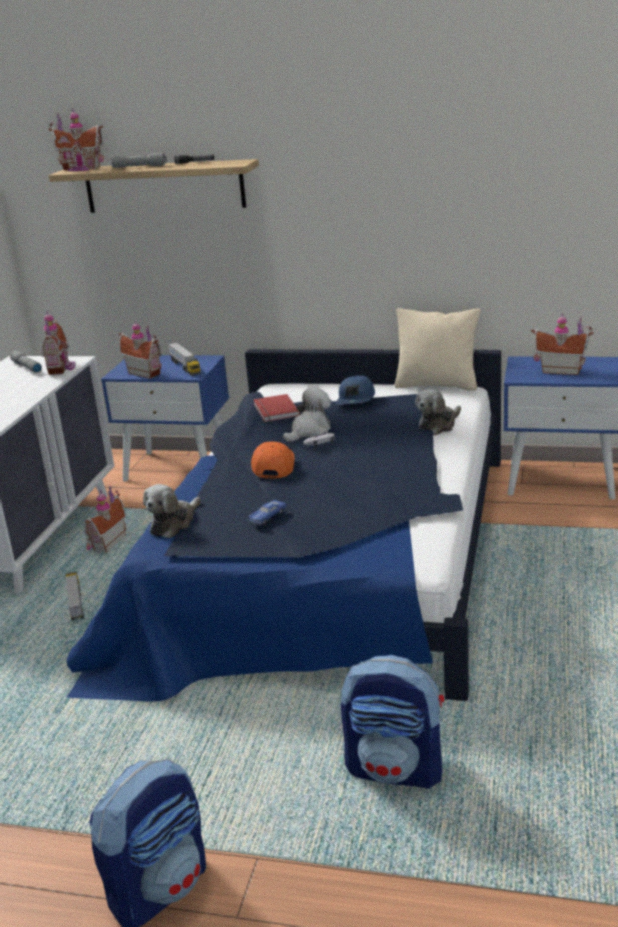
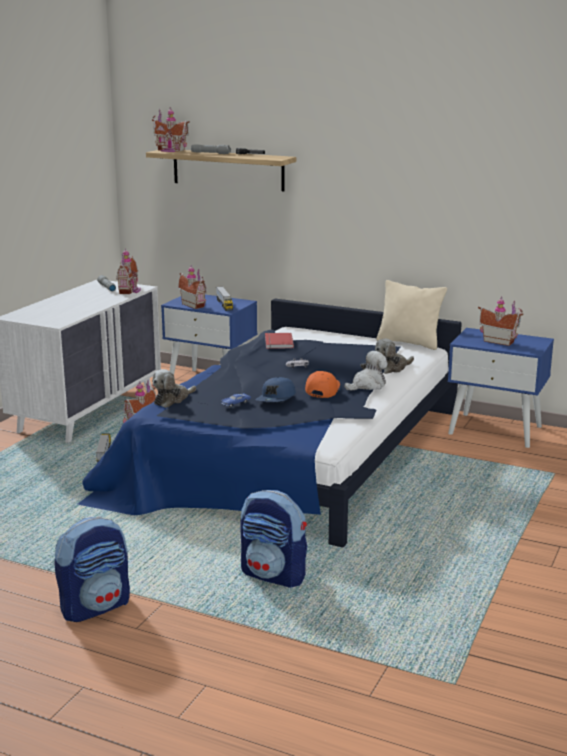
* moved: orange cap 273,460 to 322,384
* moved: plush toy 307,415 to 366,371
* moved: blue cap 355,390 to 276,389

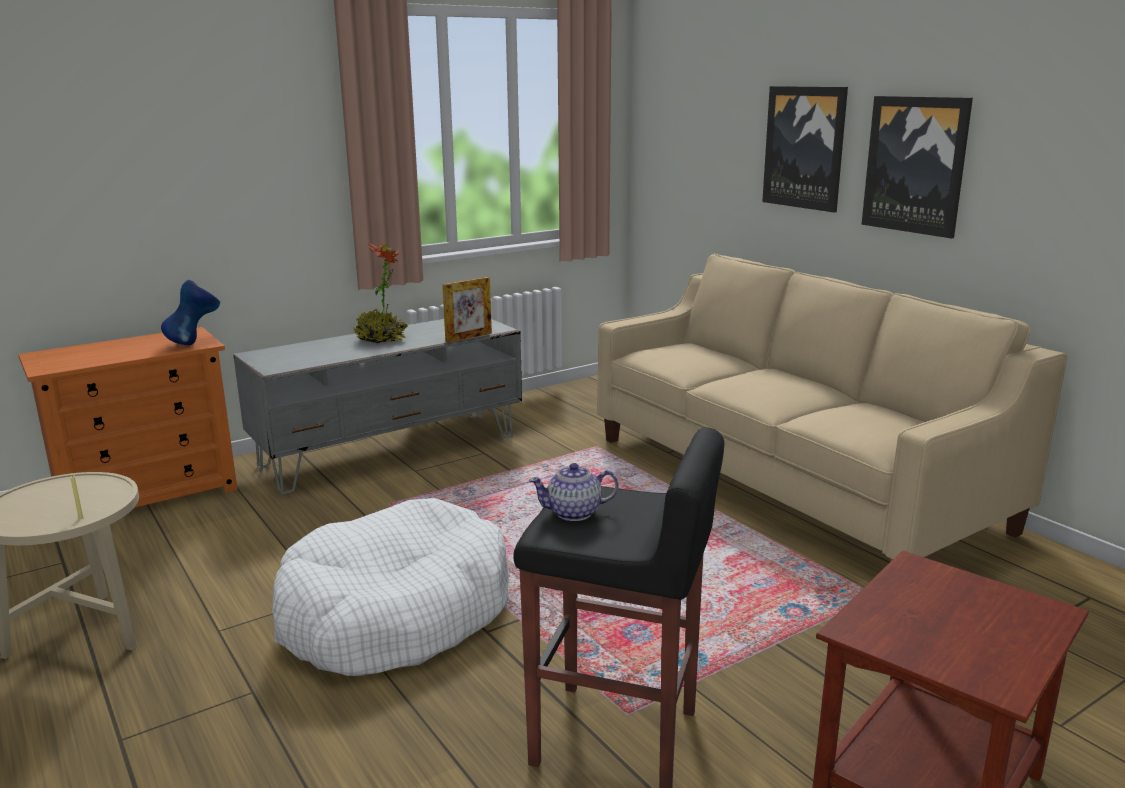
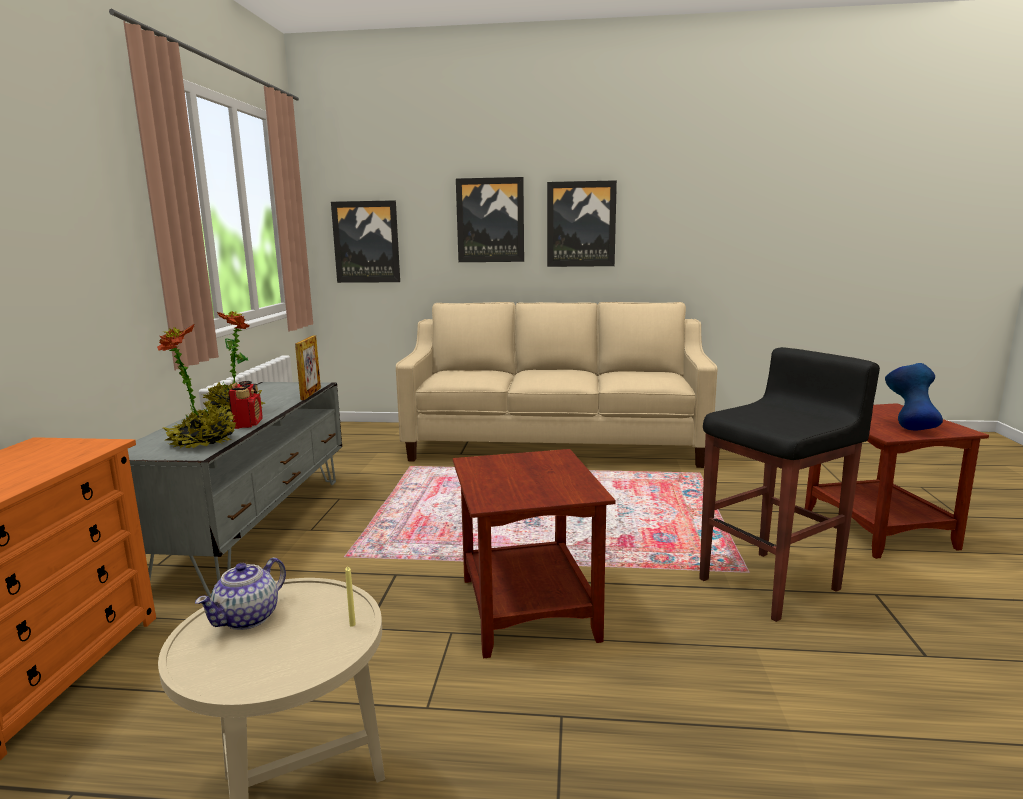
* added: potted plant 196,386
* added: radio 245,405
* added: picture 365,241
* moved: blue vase 190,312 to 914,396
* moved: teapot 573,492 to 240,593
* replaced: white dog bed 390,587 to brown side table 534,554

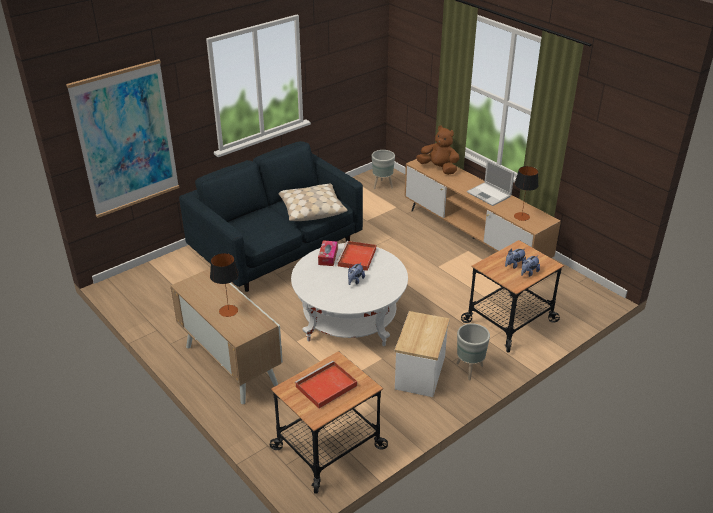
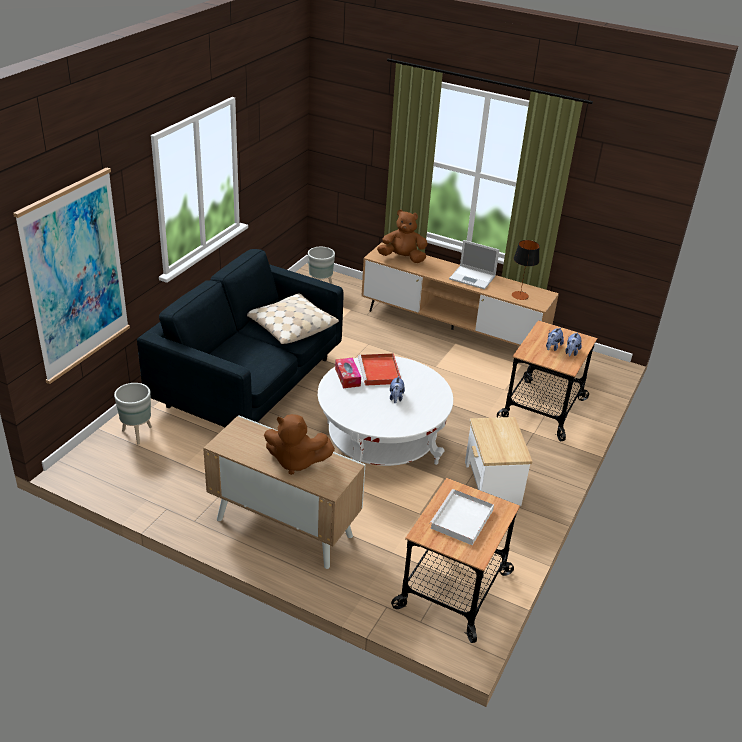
* moved: grey planter 473,351 to 133,414
* replaced: table lamp 224,285 to brown plush toy 299,444
* recoloured: red tray 326,385 to white tray 462,517

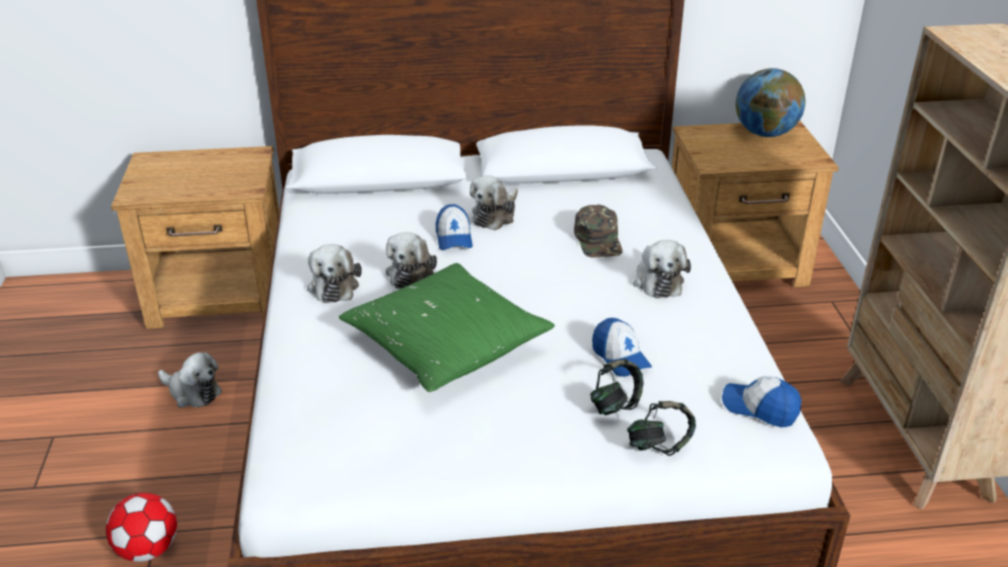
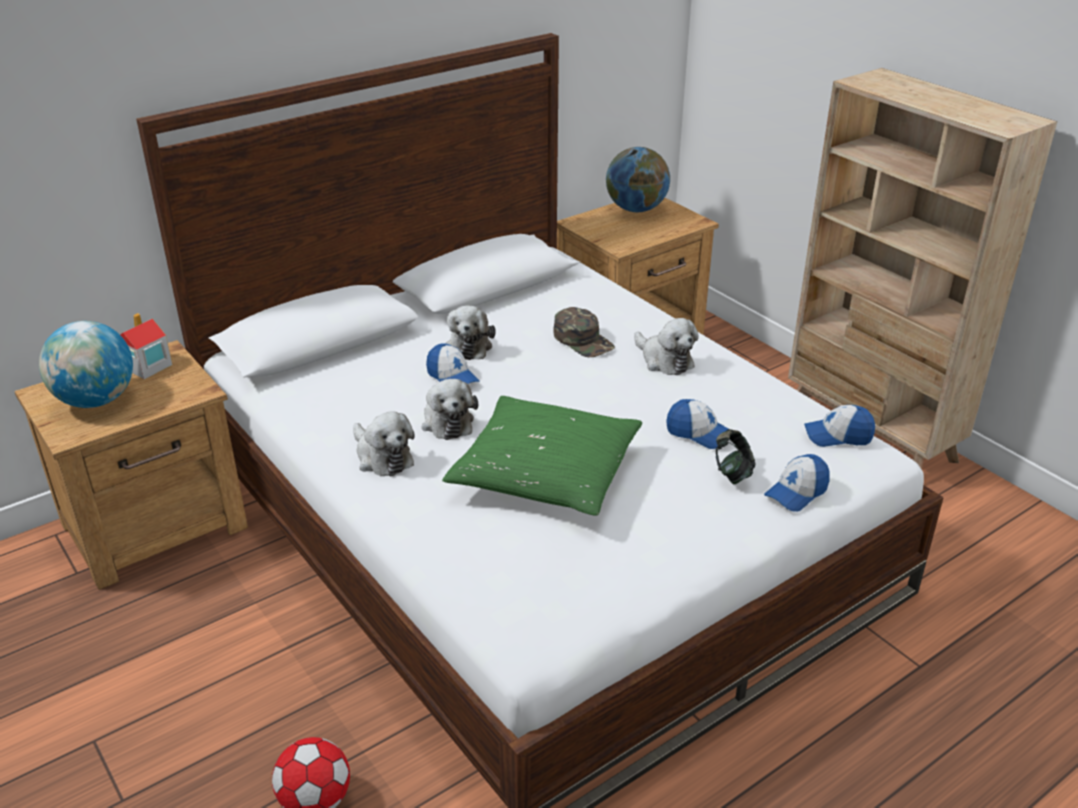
* removed: plush toy 190,380
* added: globe 86,364
* added: toy house 147,346
* replaced: headphones 661,428 to cap 797,483

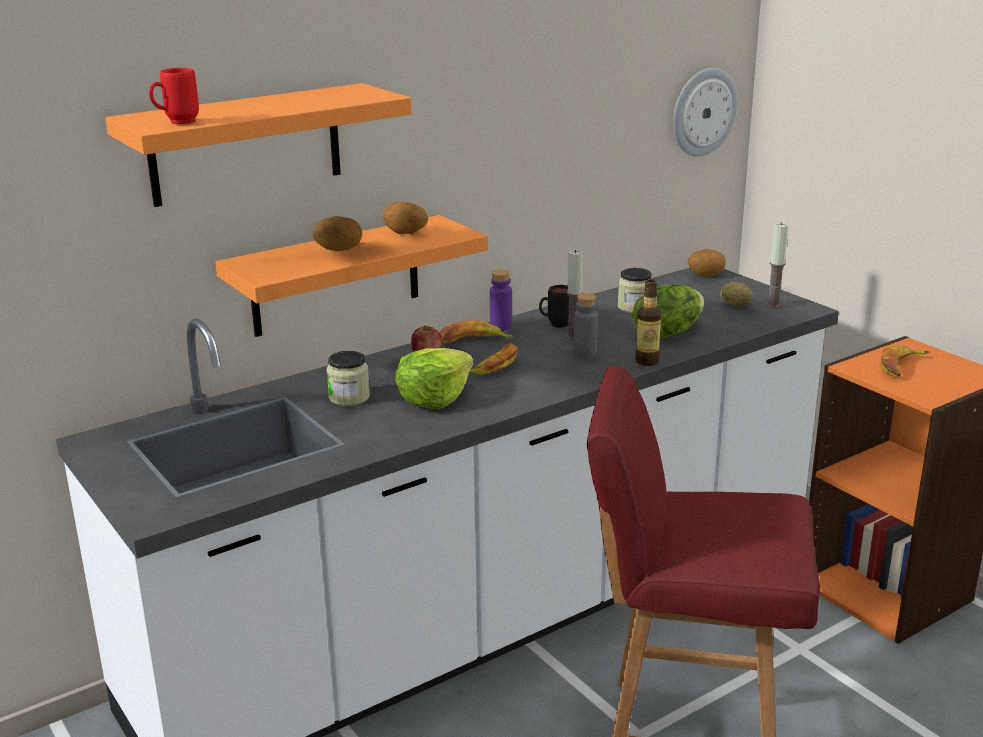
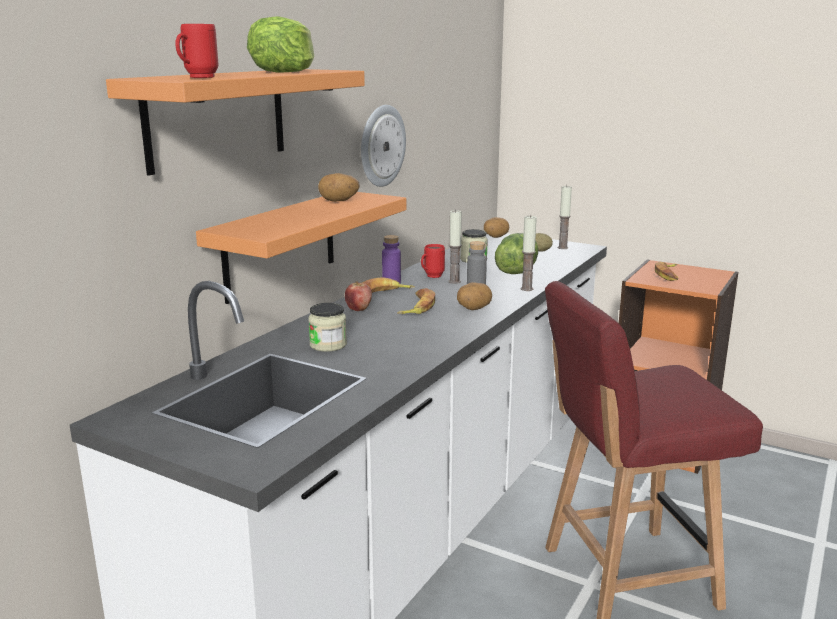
* moved: potato 337,233 to 474,296
* moved: lettuce 434,378 to 280,44
* moved: wall clock 705,112 to 383,146
* replaced: bottle 648,322 to candle 529,253
* recoloured: black mug 554,306 to red mug 433,261

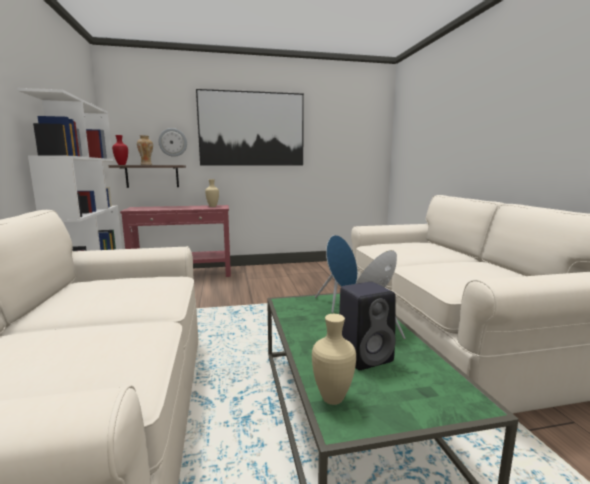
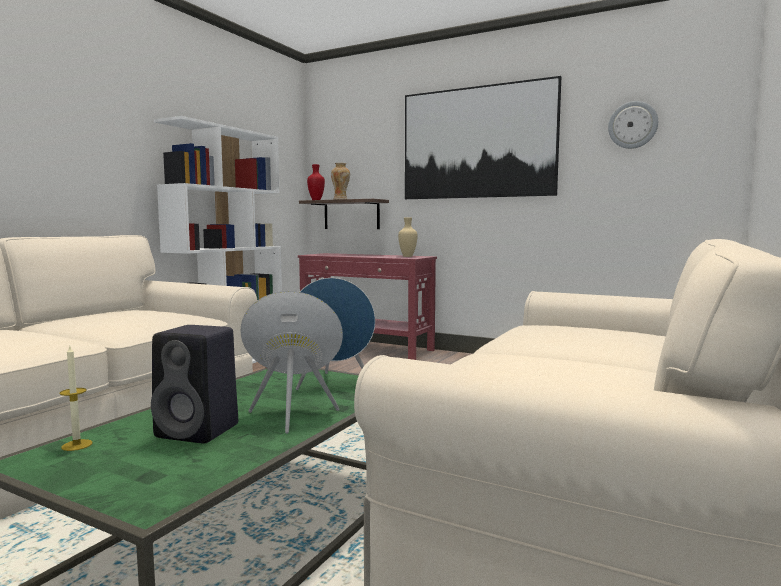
* moved: wall clock 172,142 to 633,125
* replaced: beige vase 334,359 to candle 76,398

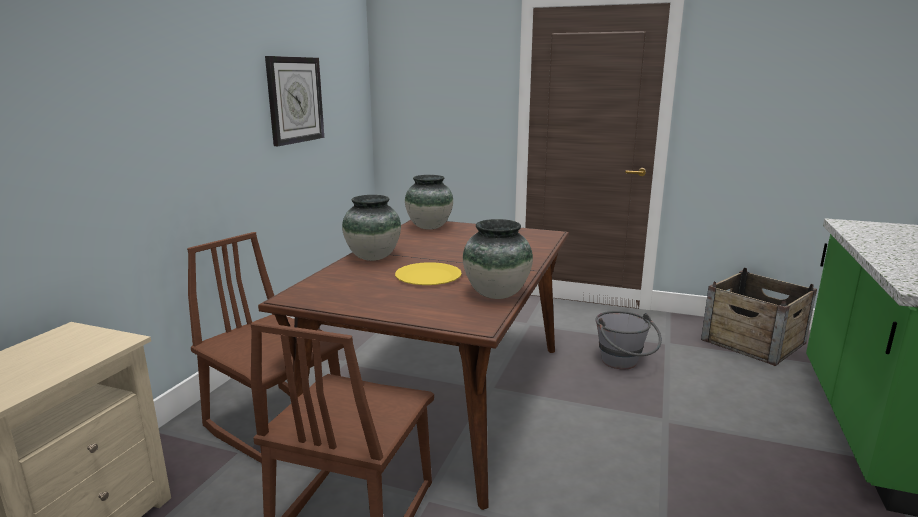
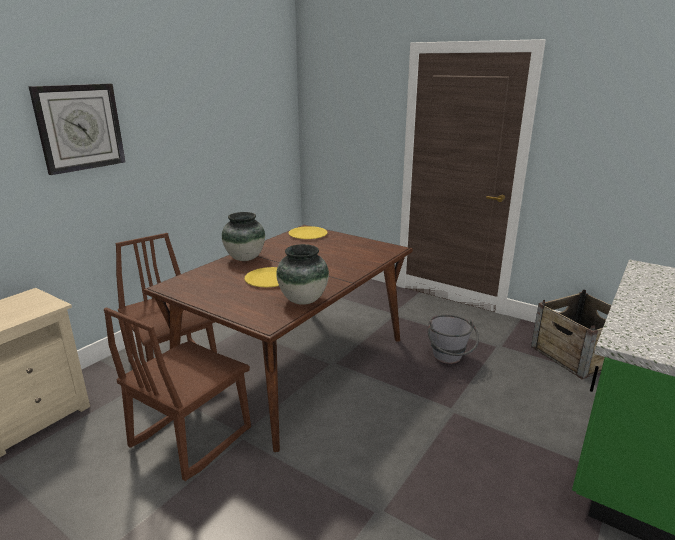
* moved: wall clock 294,101 to 77,129
* replaced: vase 429,202 to yellow plate 308,232

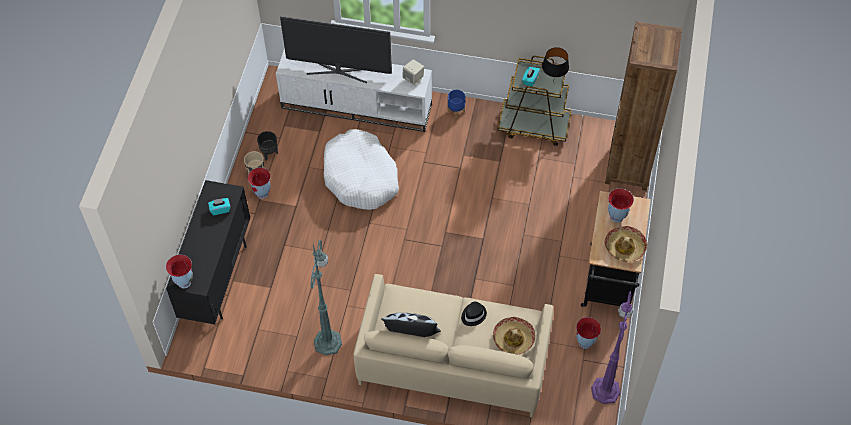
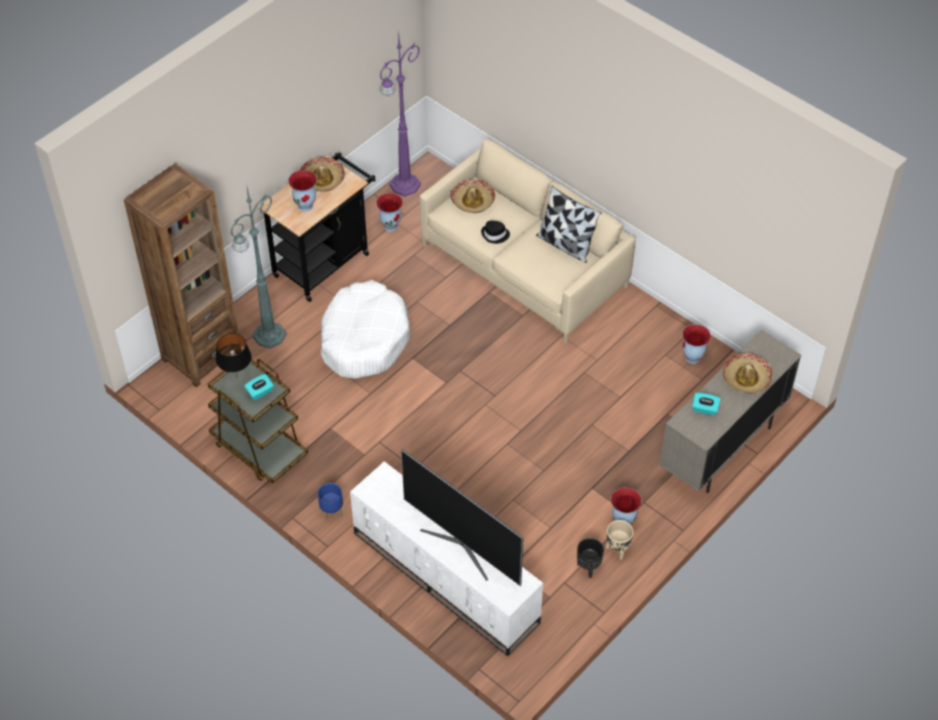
* removed: beige speaker 413,72
* added: hat 747,373
* moved: vase 179,272 to 696,344
* moved: green floor lamp 326,297 to 258,268
* moved: white dog bed 361,169 to 366,329
* recoloured: black cabinet 208,252 to beige cabinet 730,411

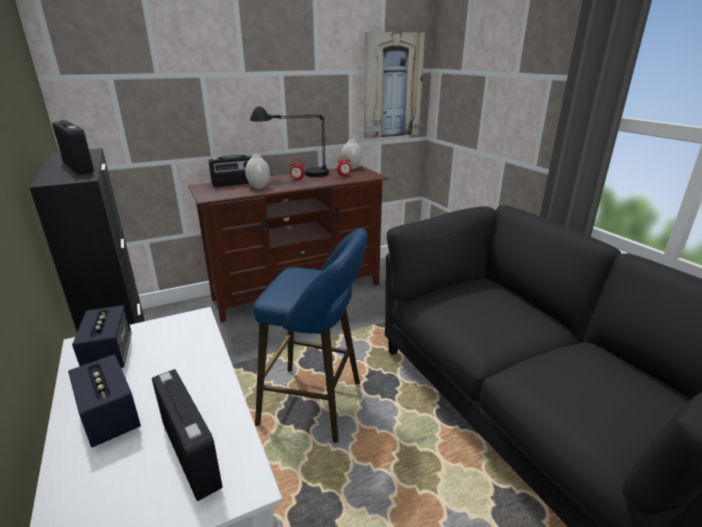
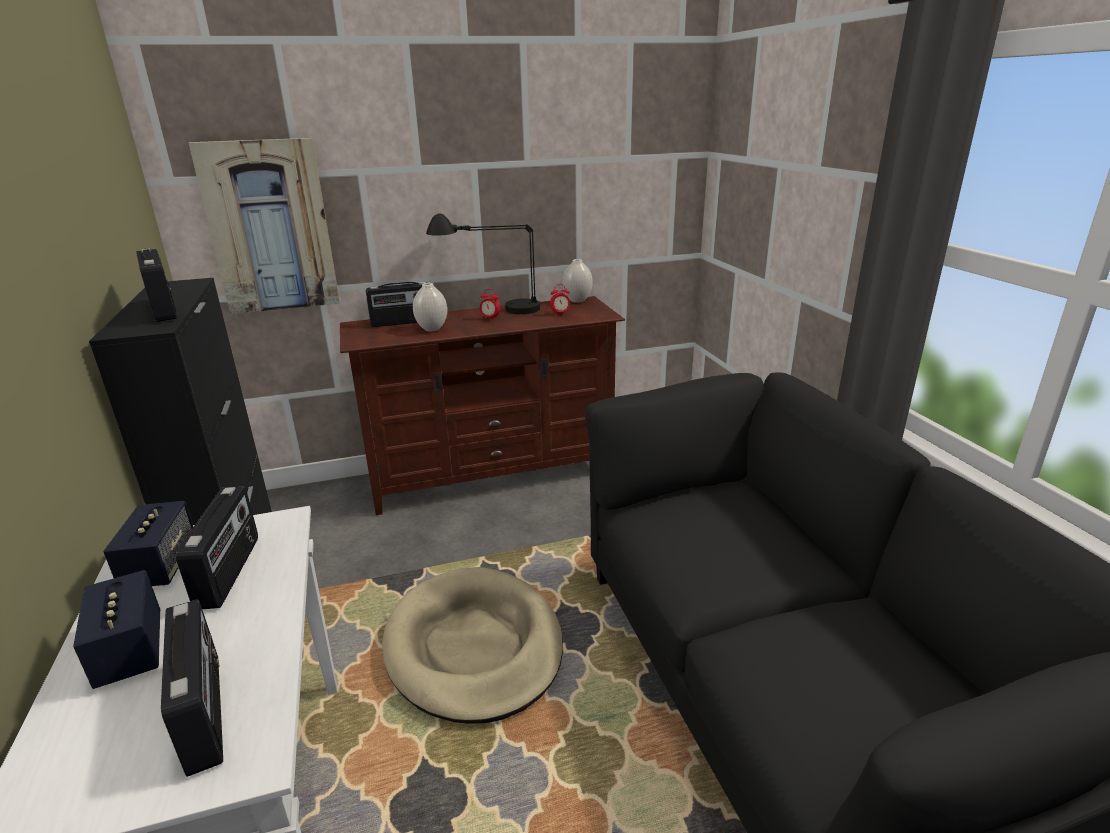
* added: radio 217,548
* moved: picture 394,85 to 264,226
* replaced: blue stool 310,335 to beige dog bed 472,645

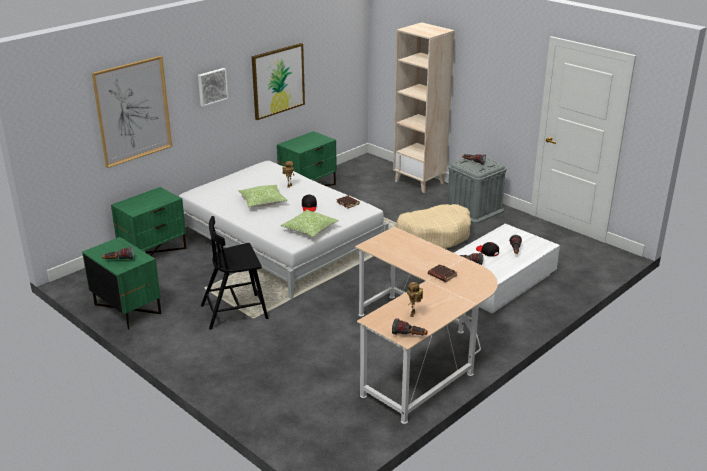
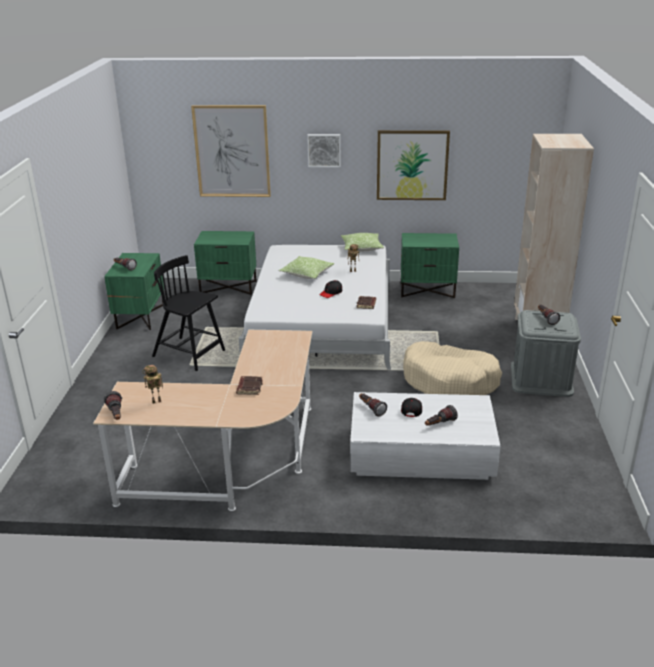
* moved: pillow 310,223 to 362,242

